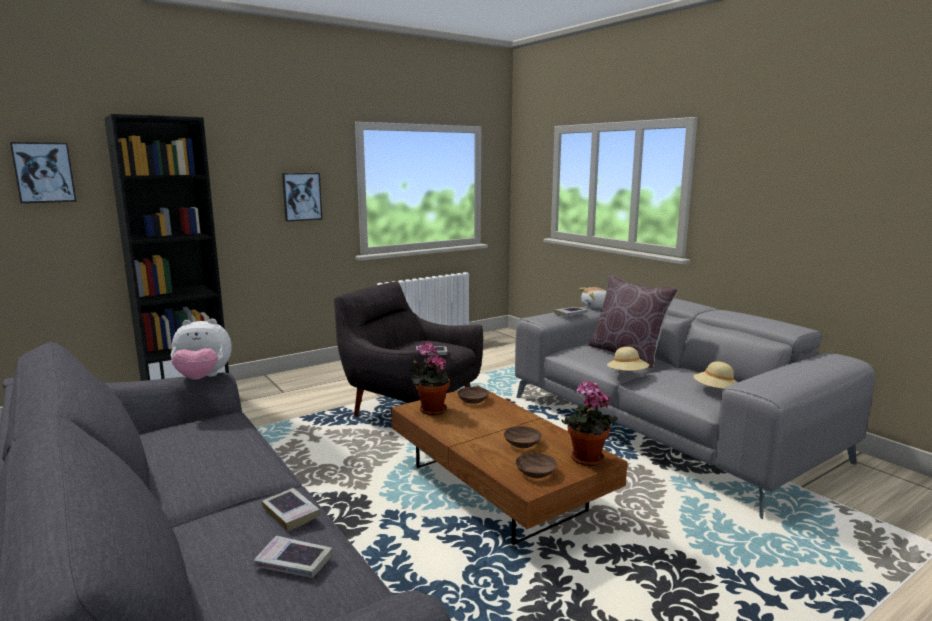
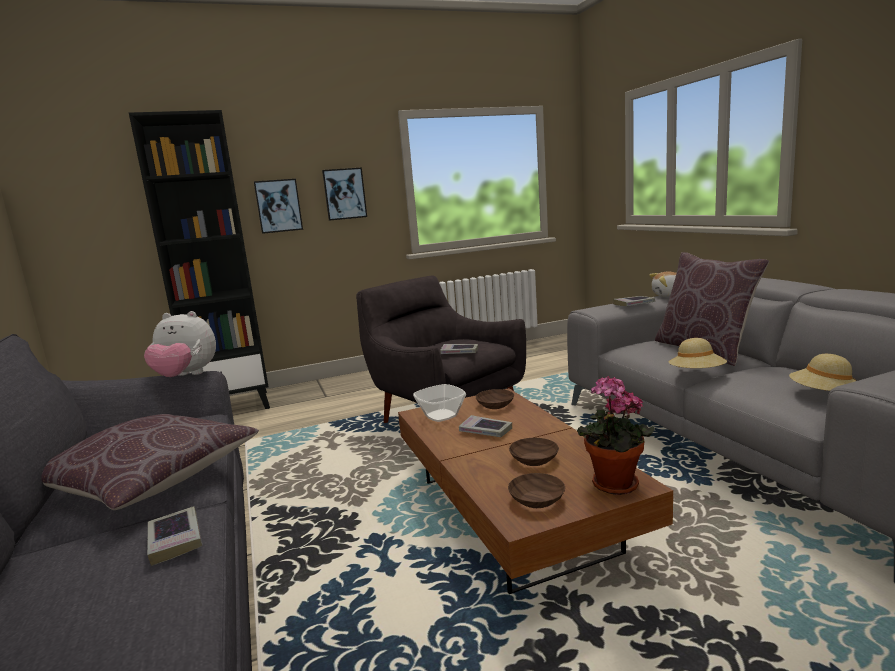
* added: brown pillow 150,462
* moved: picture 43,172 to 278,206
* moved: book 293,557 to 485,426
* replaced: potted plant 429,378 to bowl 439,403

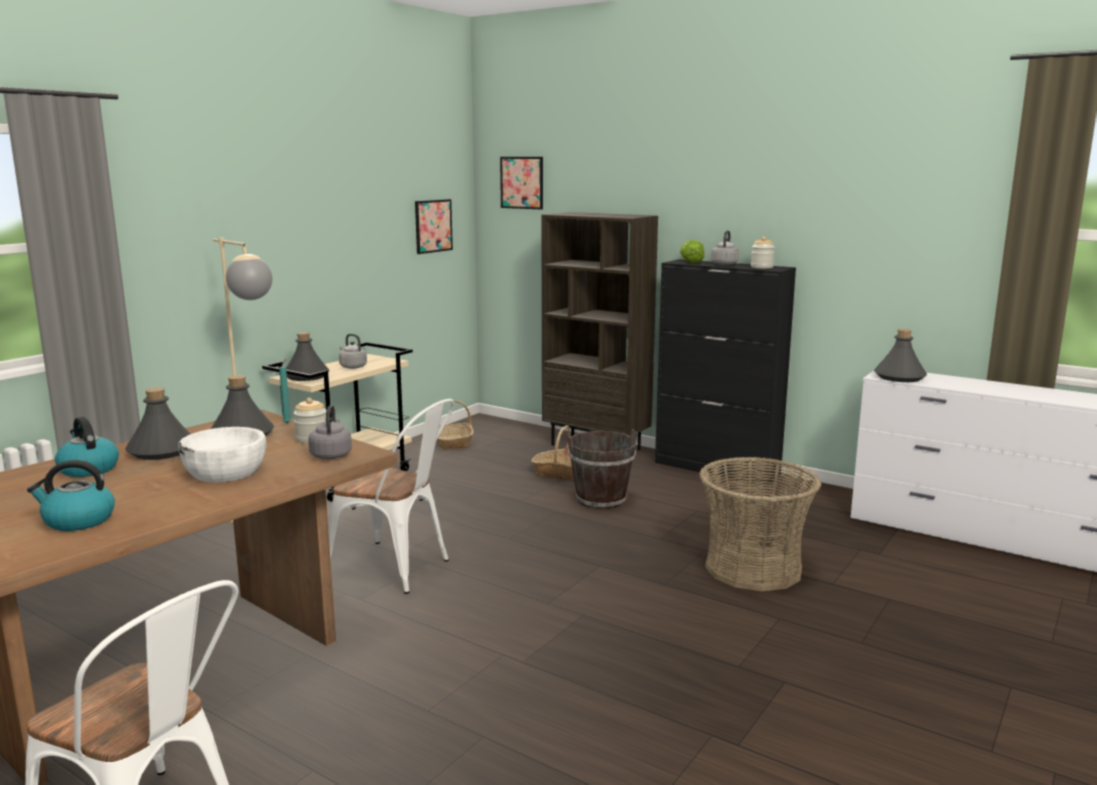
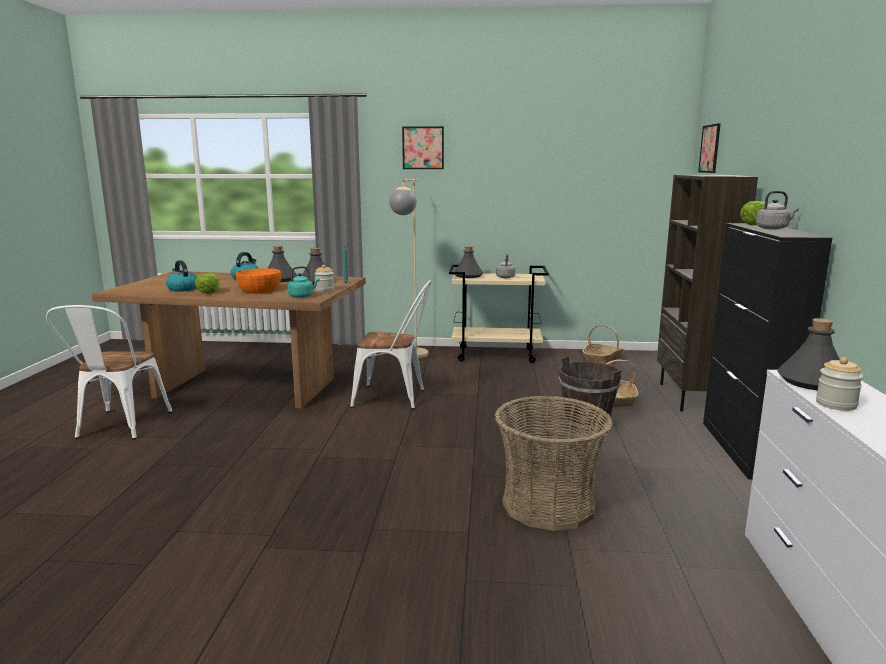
* added: lettuce 207,283
* moved: picture 434,226 to 423,147
* moved: jar 763,252 to 839,384
* recoloured: white bowl 222,454 to orange bowl 258,281
* recoloured: grey kettle 330,432 to turquoise kettle 304,282
* turned: white chair 391,496 = 390,344 75 degrees counterclockwise

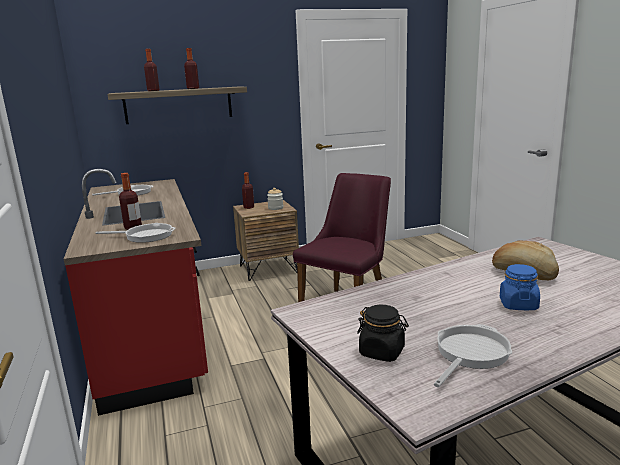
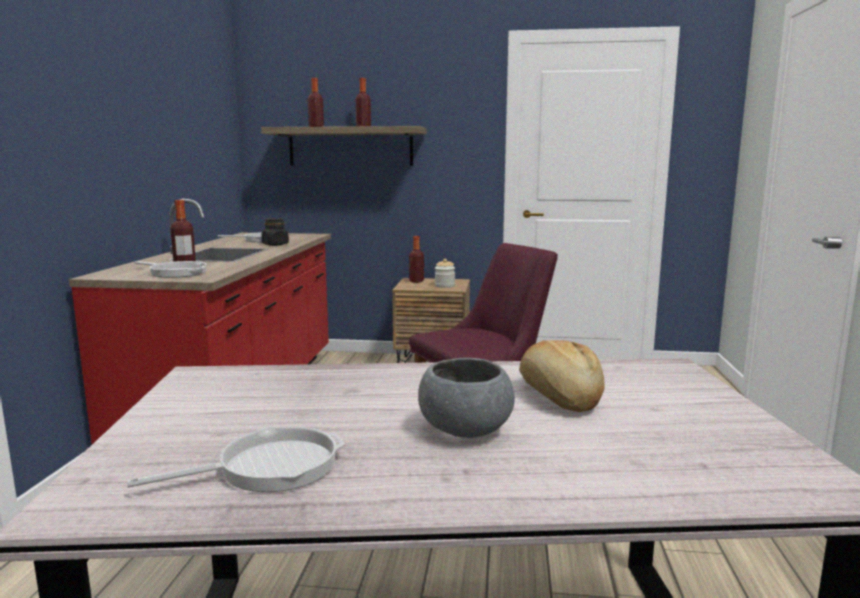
* moved: black jar 383,333 to 275,232
* replaced: blue jar 520,287 to grey bowl 466,398

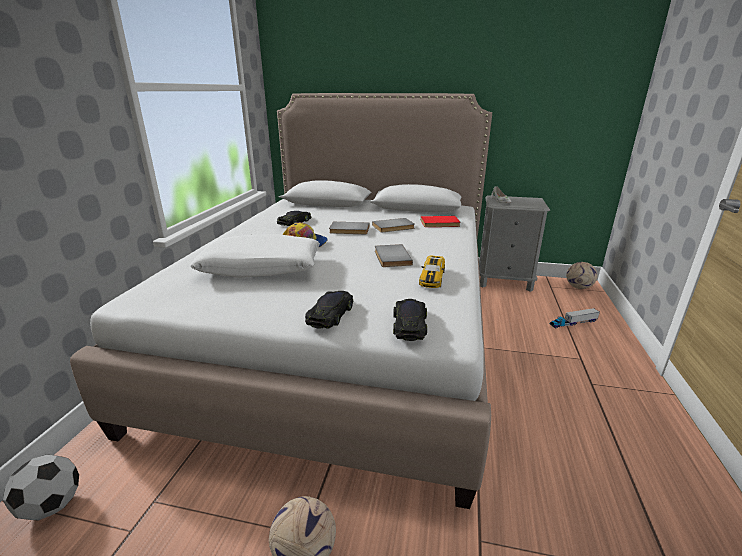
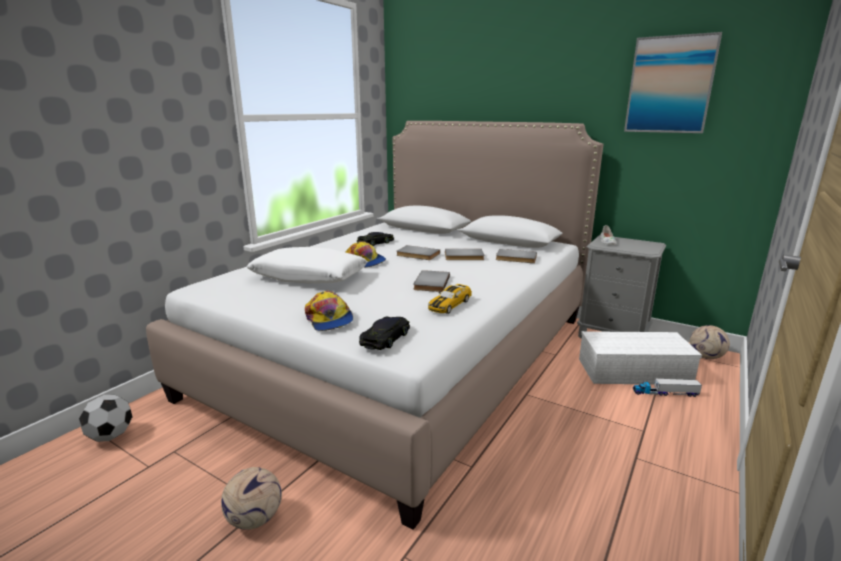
* added: white storage box 640,357
* added: picture 673,82
* replaced: black toy car 329,310 to cap 329,311
* recoloured: red book 440,221 to grey book 516,256

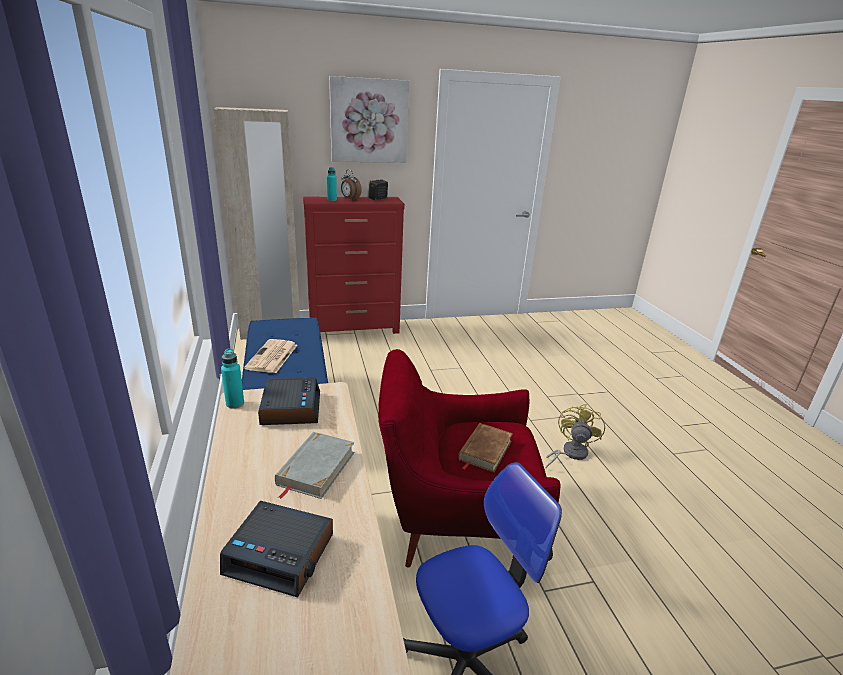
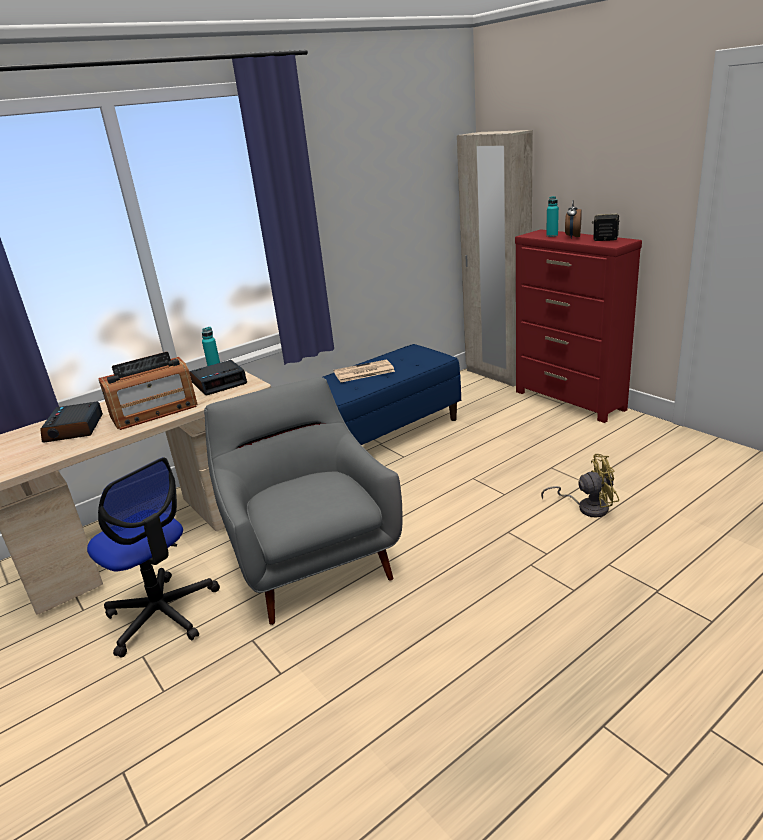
* removed: picture 369,119
* removed: brown book 485,447
* moved: yellow fan 575,436 to 580,485
* replaced: grey book 315,465 to radio 148,391
* recoloured: red armchair 469,458 to grey armchair 303,501

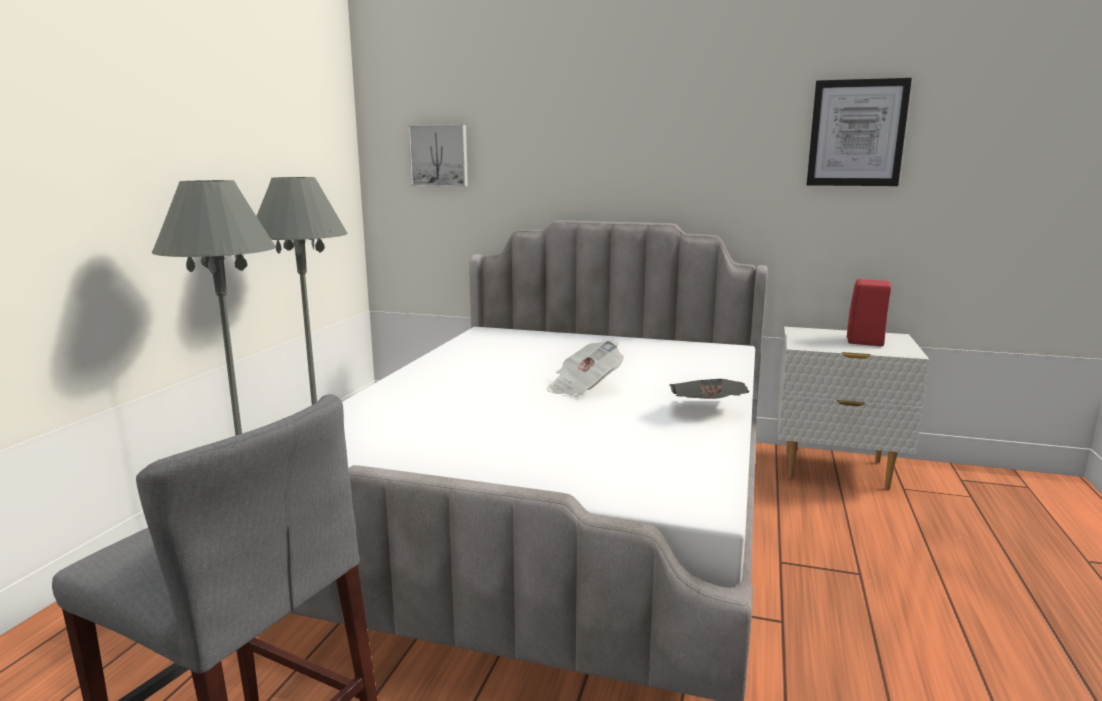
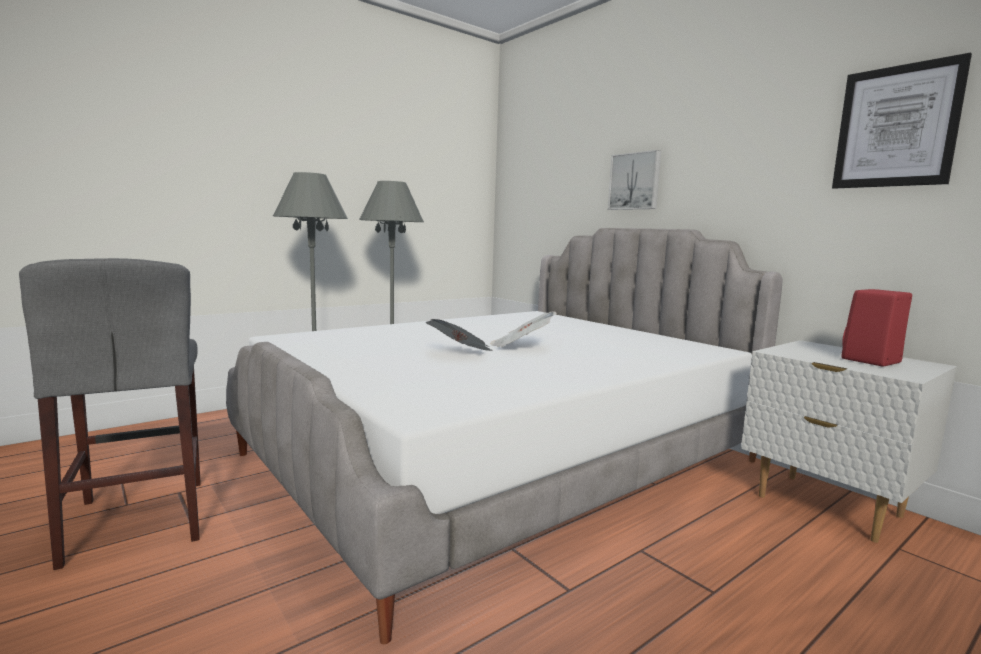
* moved: picture 438,155 to 634,180
* moved: newspaper 710,389 to 459,335

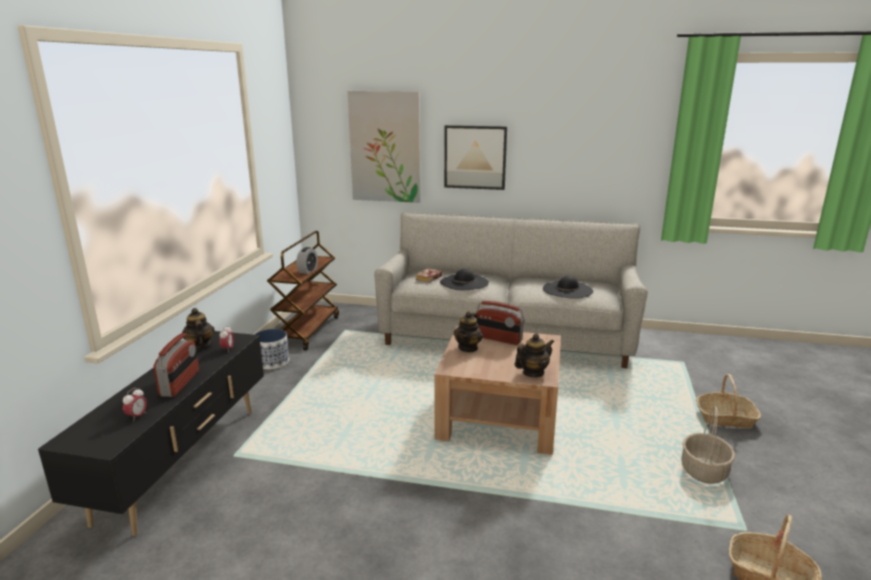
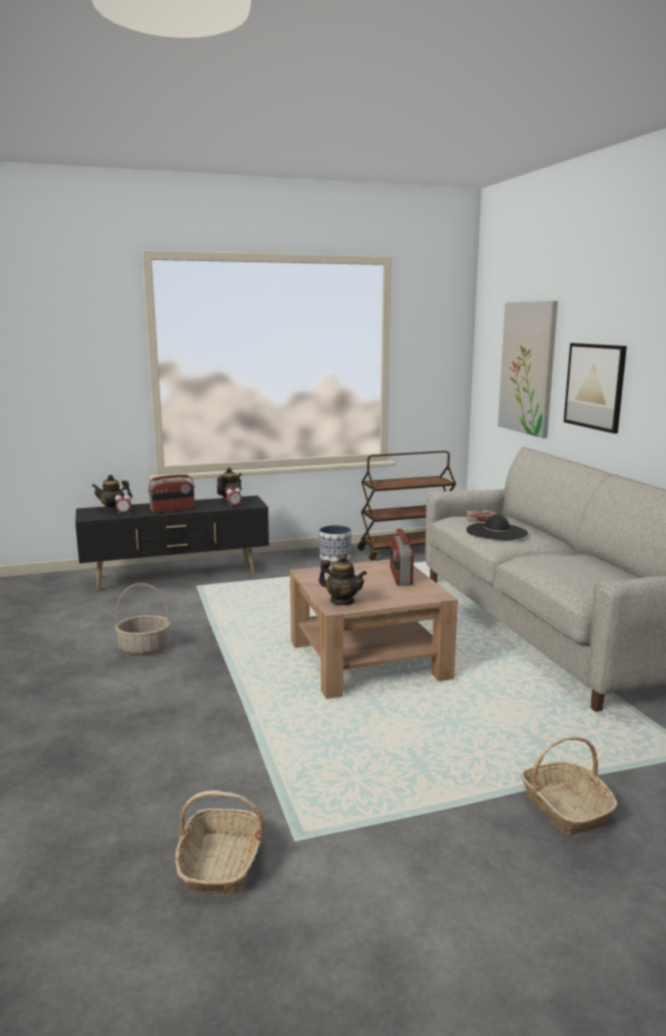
* removed: alarm clock 307,260
* removed: black hat 568,287
* moved: teapot 468,331 to 112,493
* moved: basket 708,445 to 143,619

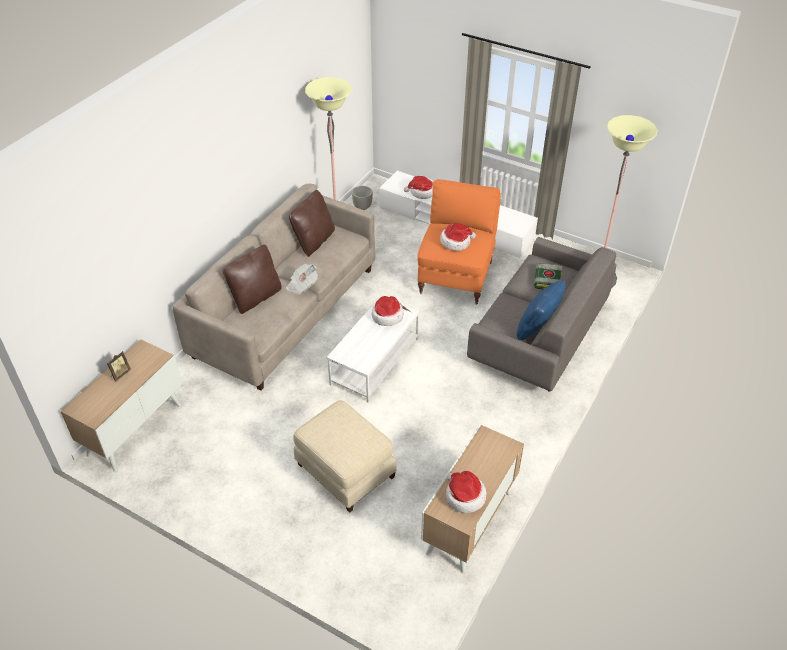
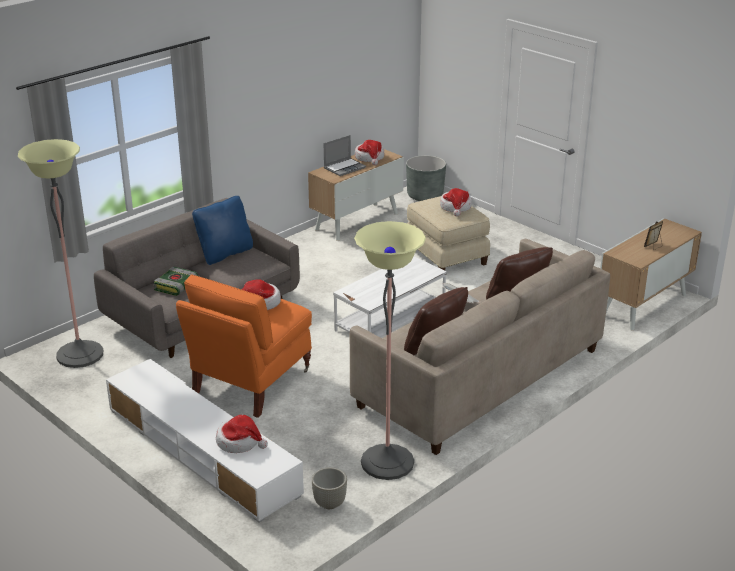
* added: laptop 345,155
* added: grey planter 426,178
* moved: hat 387,311 to 456,202

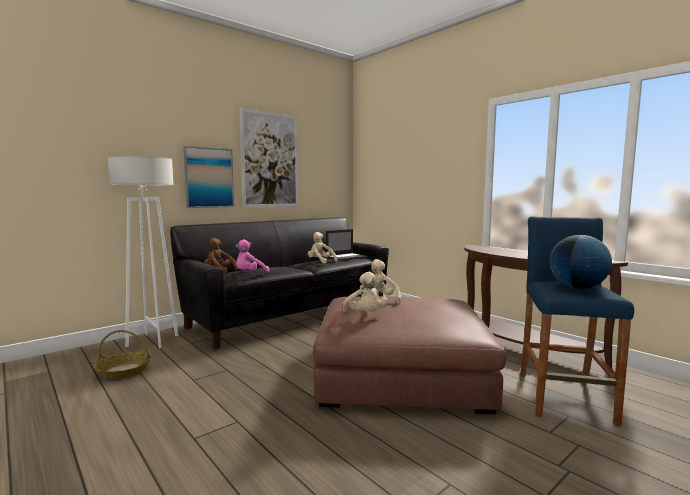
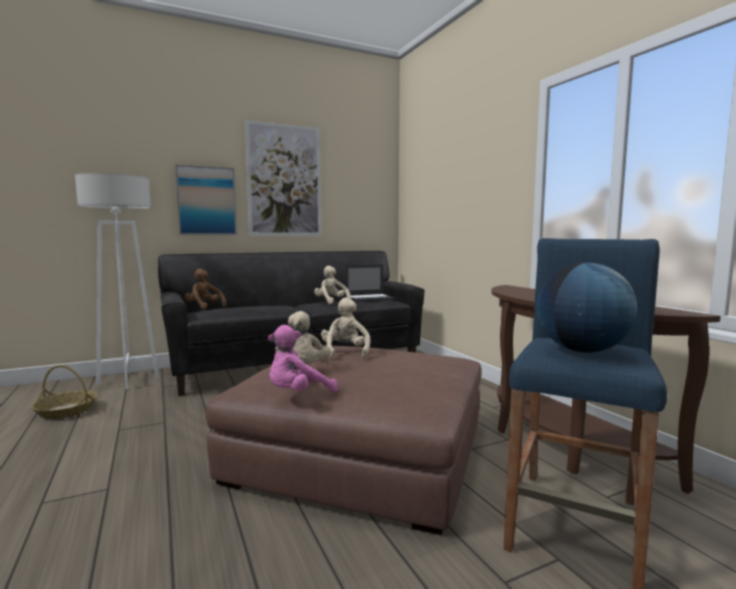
* moved: pink plush toy 253,256 to 303,358

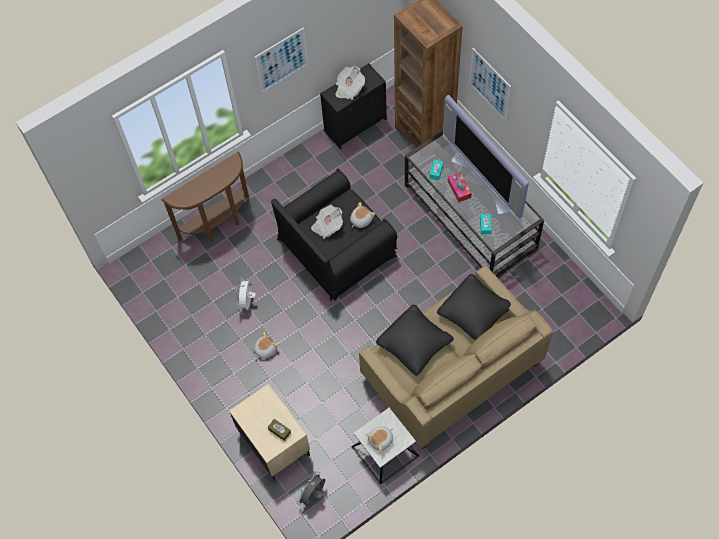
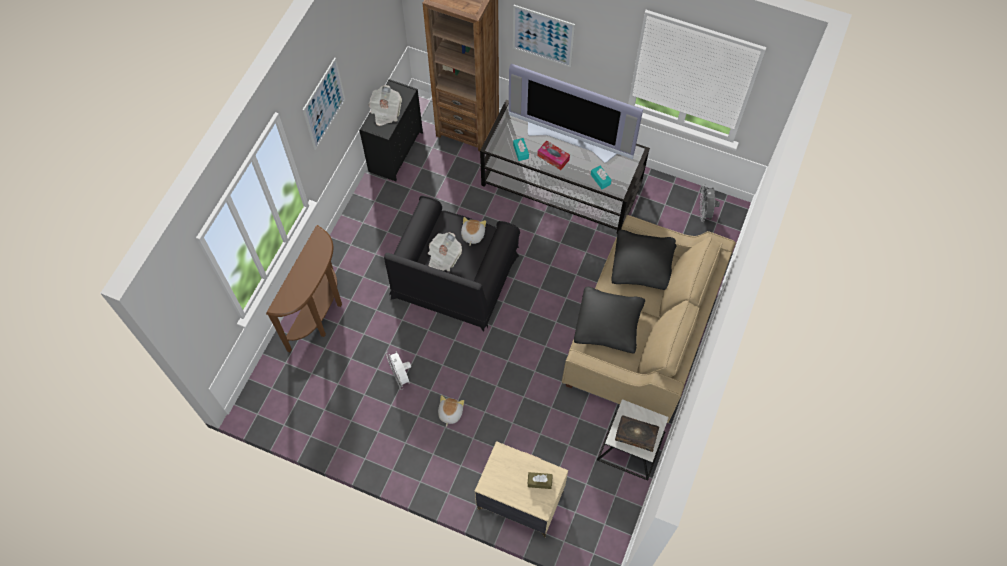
* moved: grey fan 311,489 to 709,203
* replaced: plush toy 379,438 to book 637,433

